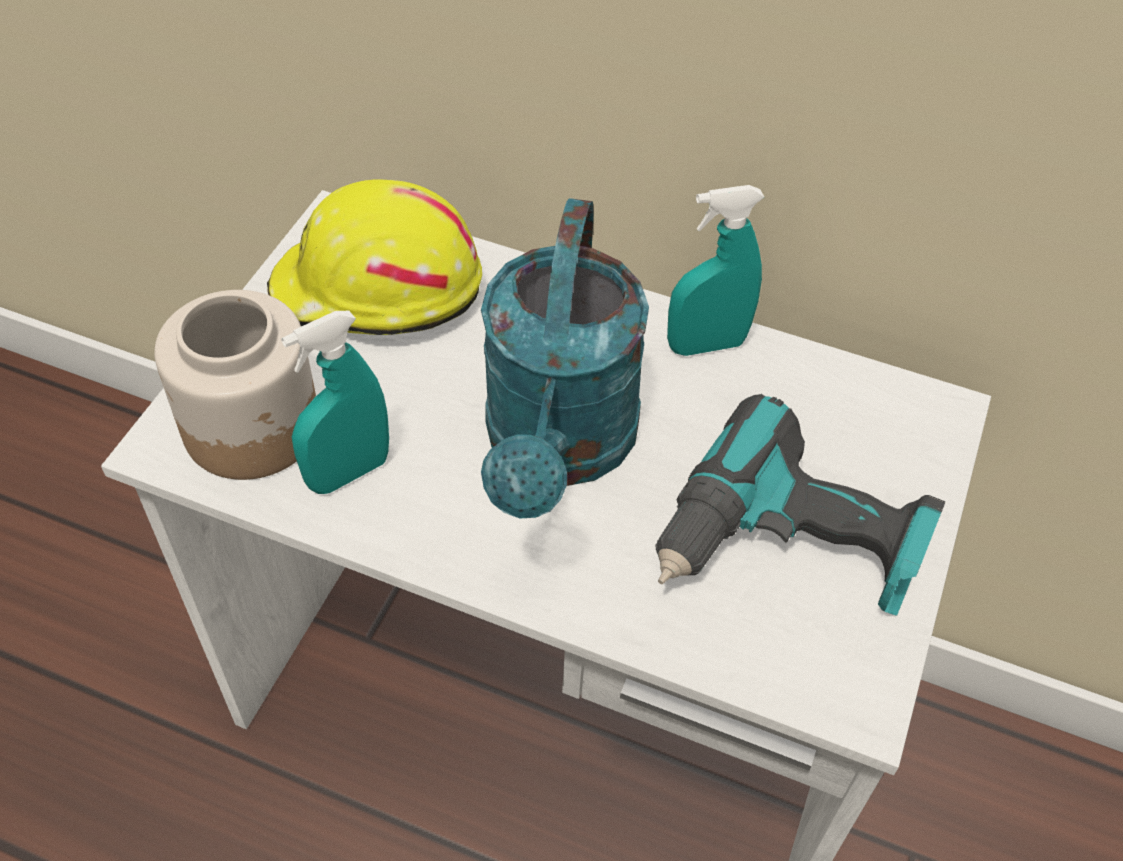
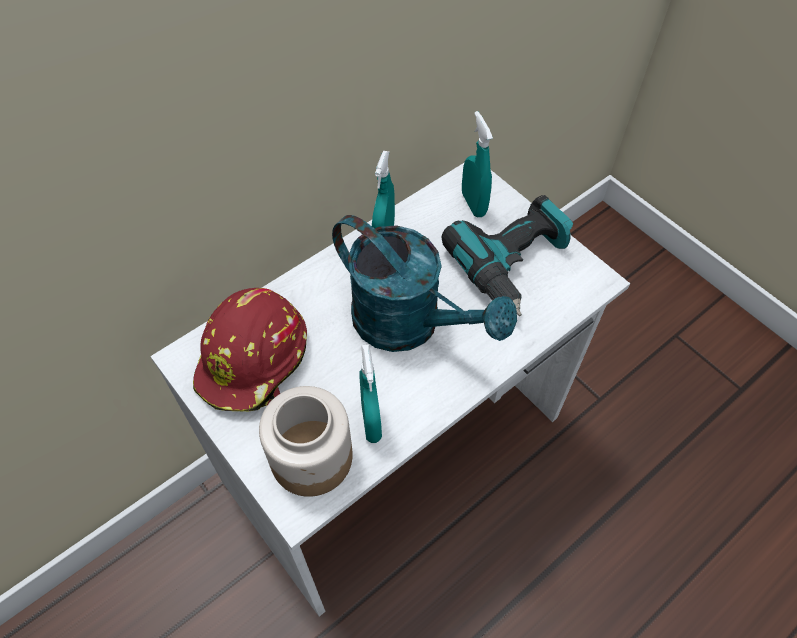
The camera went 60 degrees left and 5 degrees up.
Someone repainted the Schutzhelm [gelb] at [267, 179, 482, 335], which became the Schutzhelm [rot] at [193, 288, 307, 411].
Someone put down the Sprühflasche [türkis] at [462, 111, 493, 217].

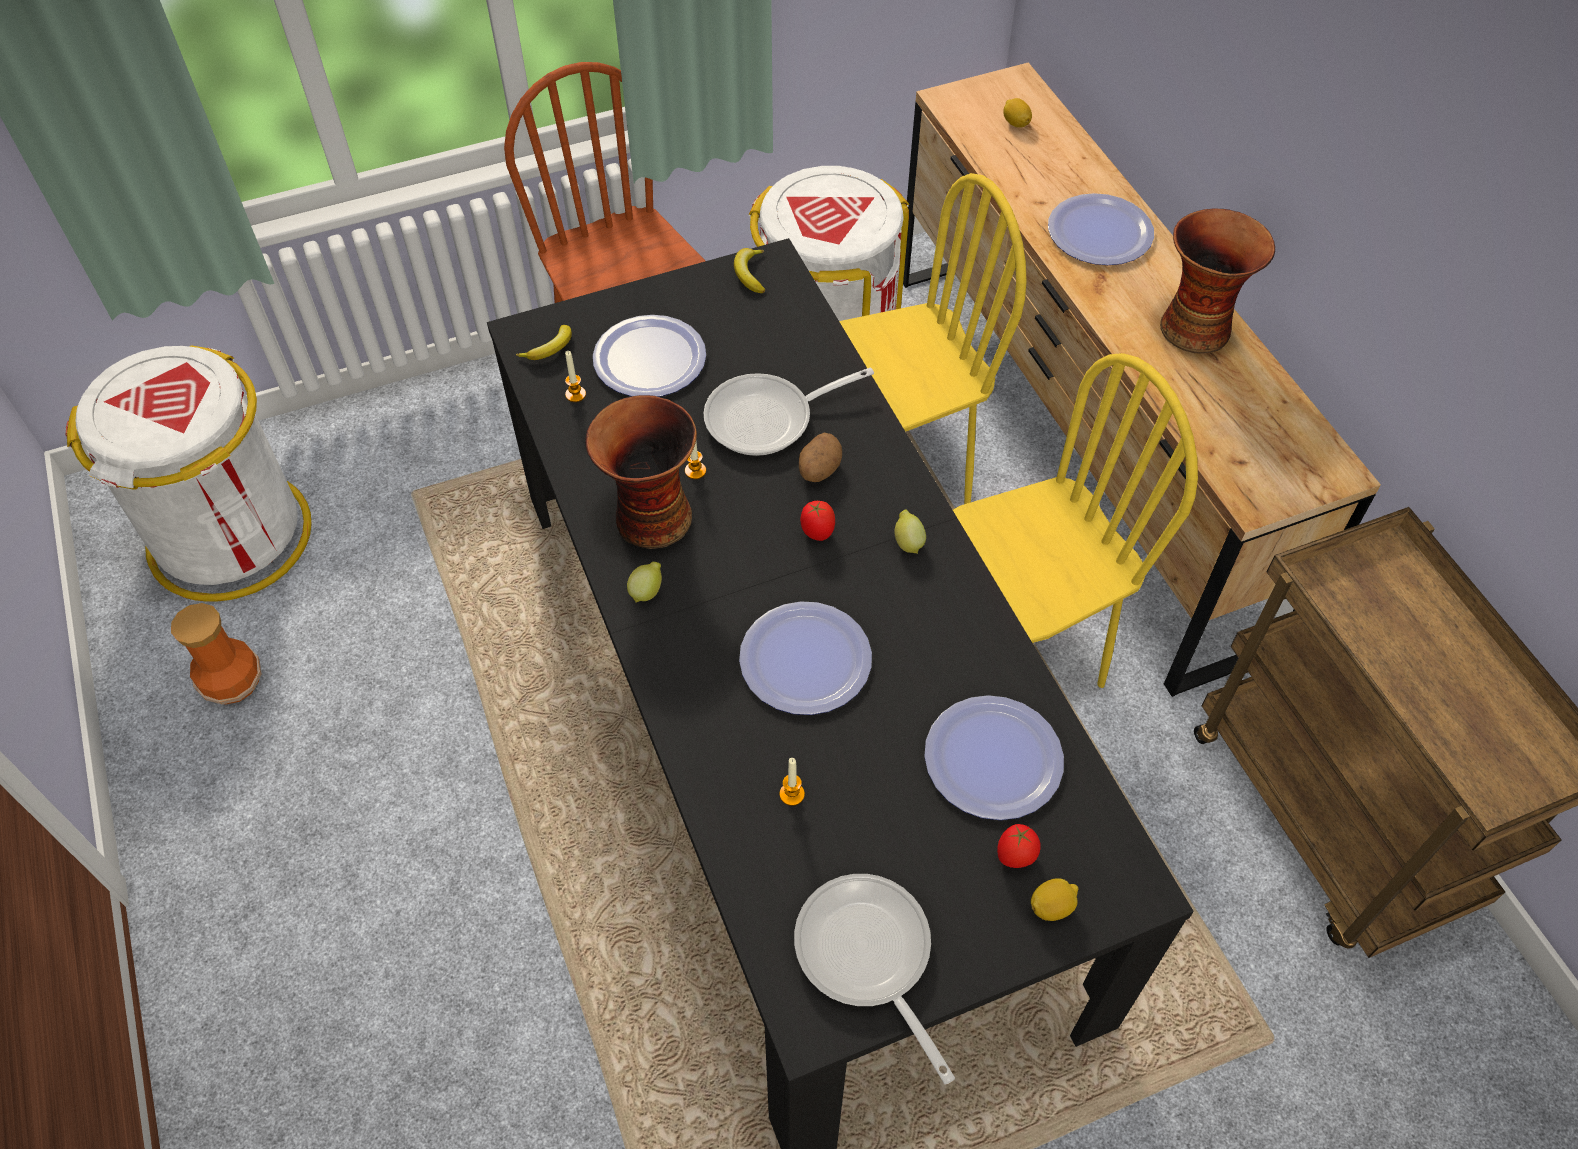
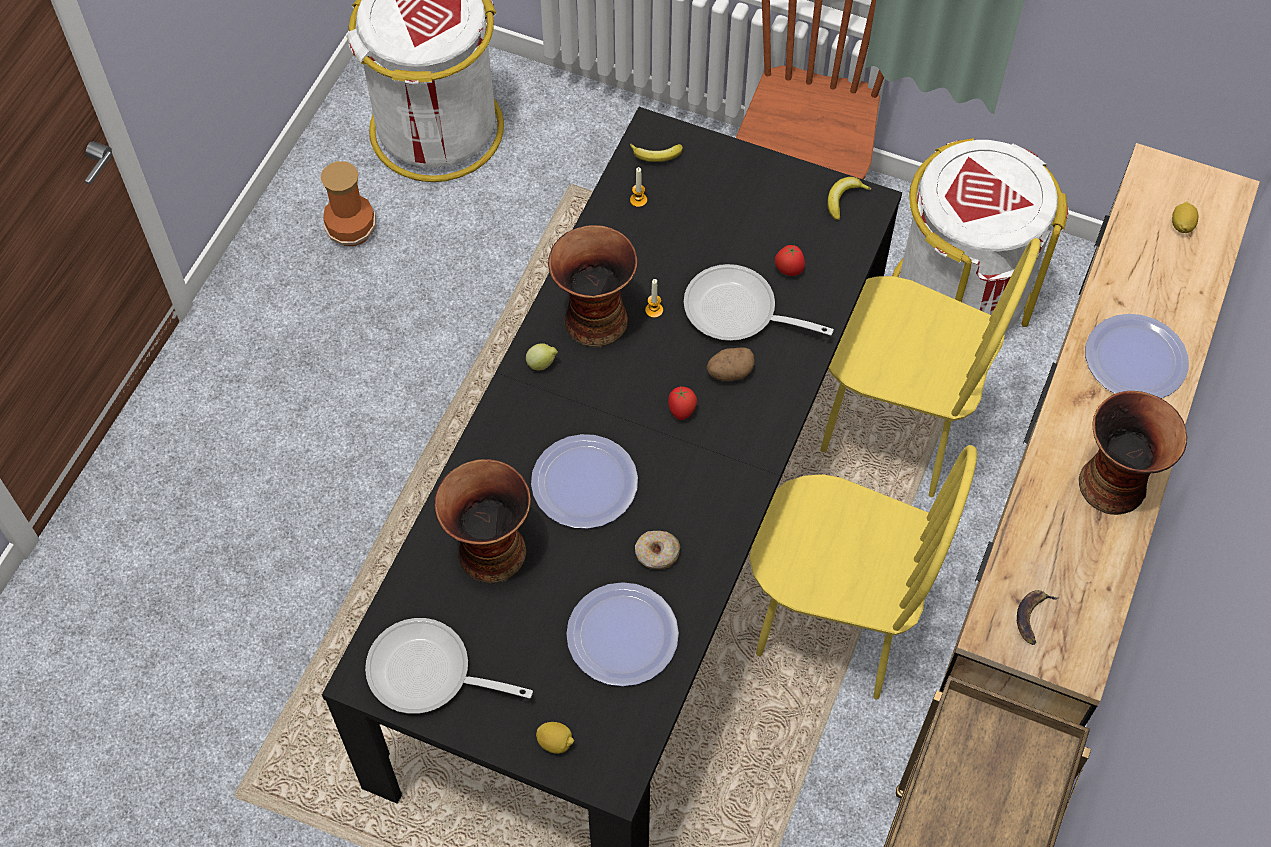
The camera went 45 degrees right and 5 degrees up.
Someone took away the Teller at [593, 315, 706, 397].
Someone took away the Zitrone at [894, 510, 926, 554].
Someone swapped the Kerze at [780, 758, 805, 806] for the Vase at [434, 459, 531, 583].
Someone carried the Tomate from [997, 824, 1041, 868] to [775, 245, 805, 276].
Someone rotated the Pfanne at [794, 874, 955, 1084] by 90 degrees counterclockwise.
Someone put down the Donut at [635, 531, 680, 569].
Someone put down the Banane at [1017, 590, 1058, 645].

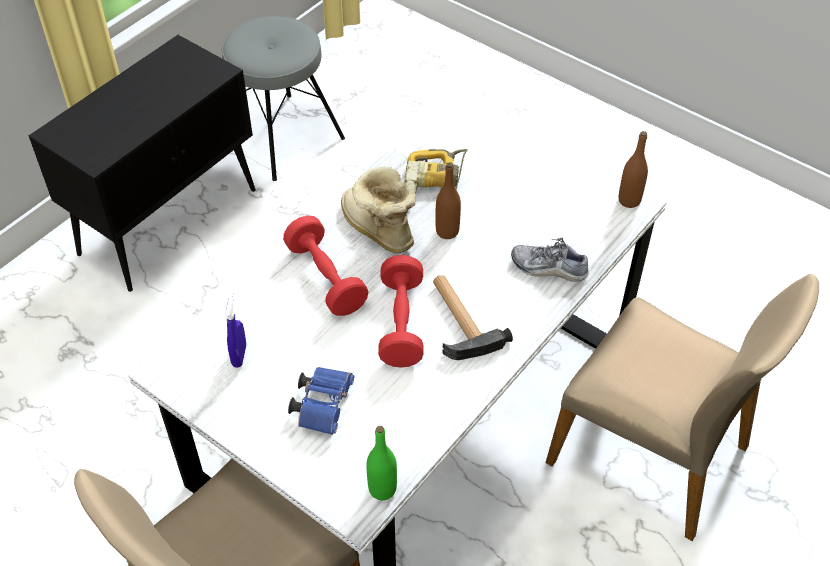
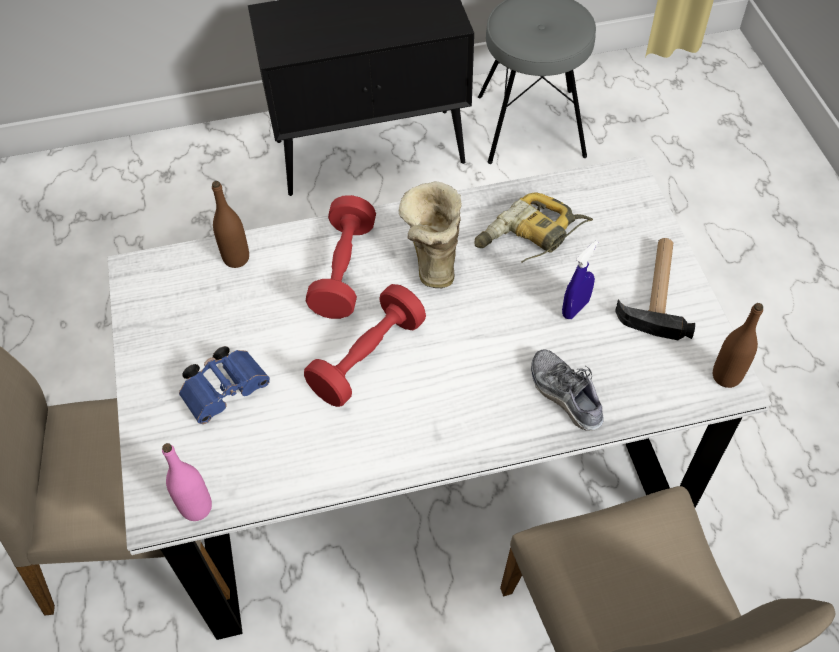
The camera went 40 degrees right and 5 degrees up.
Someone carried the Flasche [braun] from [435, 162, 461, 239] to [212, 181, 249, 268].
Someone carried the Hammer from [433, 275, 513, 360] to [615, 238, 695, 340].
Someone carried the Sprühflasche [blau] from [225, 293, 246, 368] to [562, 240, 598, 319].
Someone repainted the Flasche [grün] at [366, 426, 397, 500], which became the Flasche [rosa] at [162, 443, 212, 521].

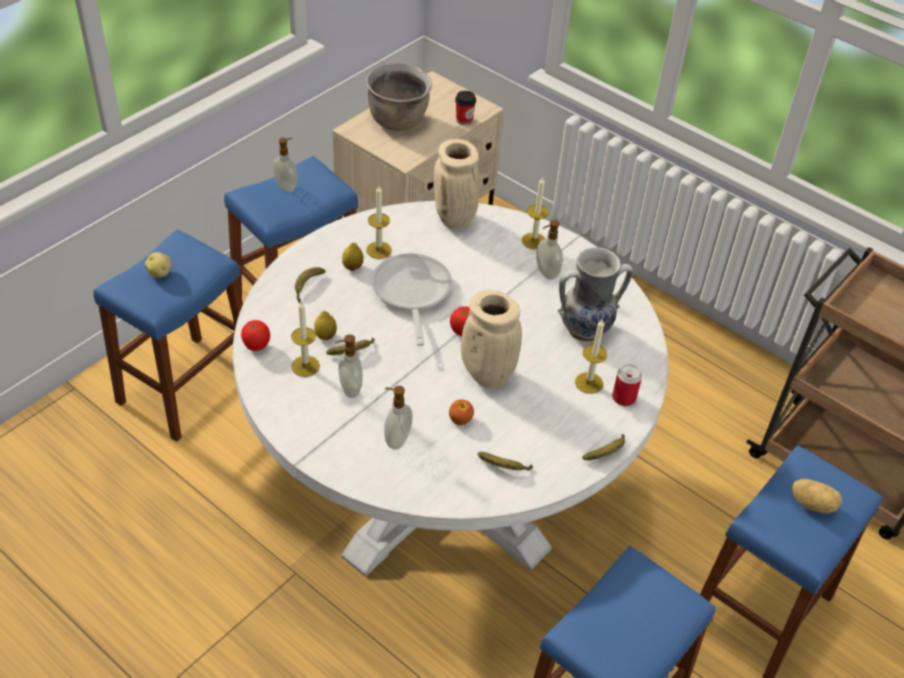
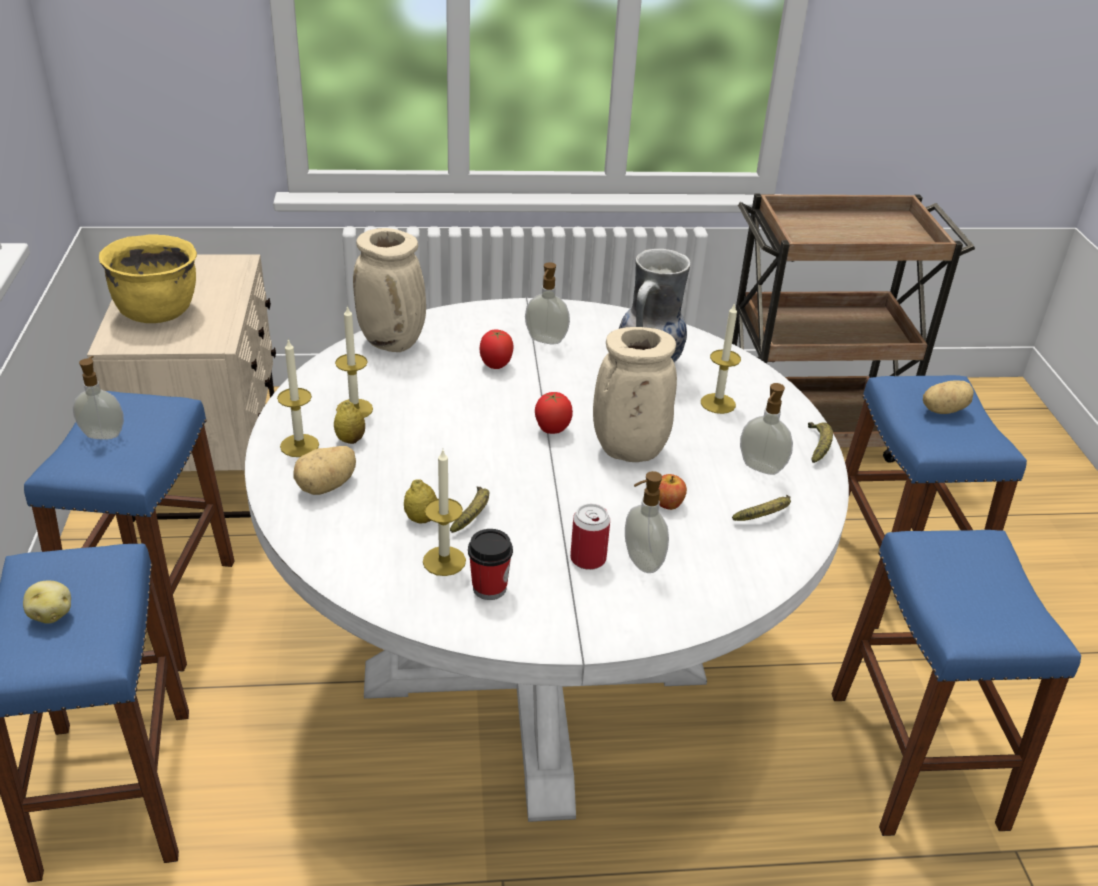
The camera went 45 degrees left and 10 degrees down.
Someone repainted the Kochtopf [braun] at [366, 63, 432, 131], which became the Kochtopf [gelb] at [99, 234, 197, 323].
Someone carried the Tasse from [455, 91, 476, 125] to [468, 529, 513, 600].
Someone carried the Kerze from [522, 177, 549, 250] to [277, 338, 319, 457].
Someone took away the Pfanne at [371, 253, 452, 346].
Someone swapped the Banane at [295, 267, 326, 303] for the Kartoffel at [293, 446, 356, 495].
Someone carried the Tomate from [241, 320, 270, 351] to [480, 330, 514, 369].
Someone carried the Seifenspender from [335, 334, 363, 398] to [740, 383, 793, 475].
Someone carried the Dose from [612, 364, 642, 406] to [570, 504, 610, 570].

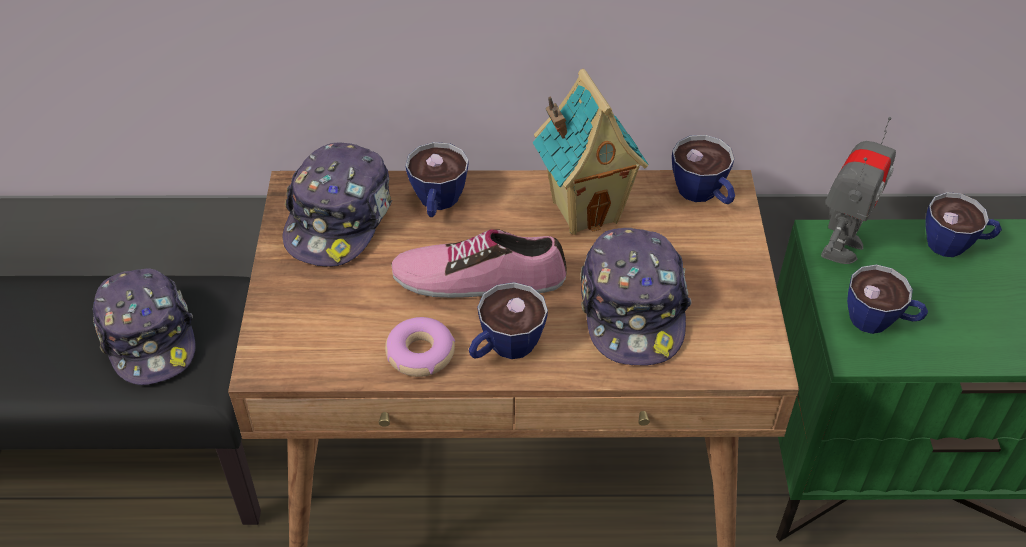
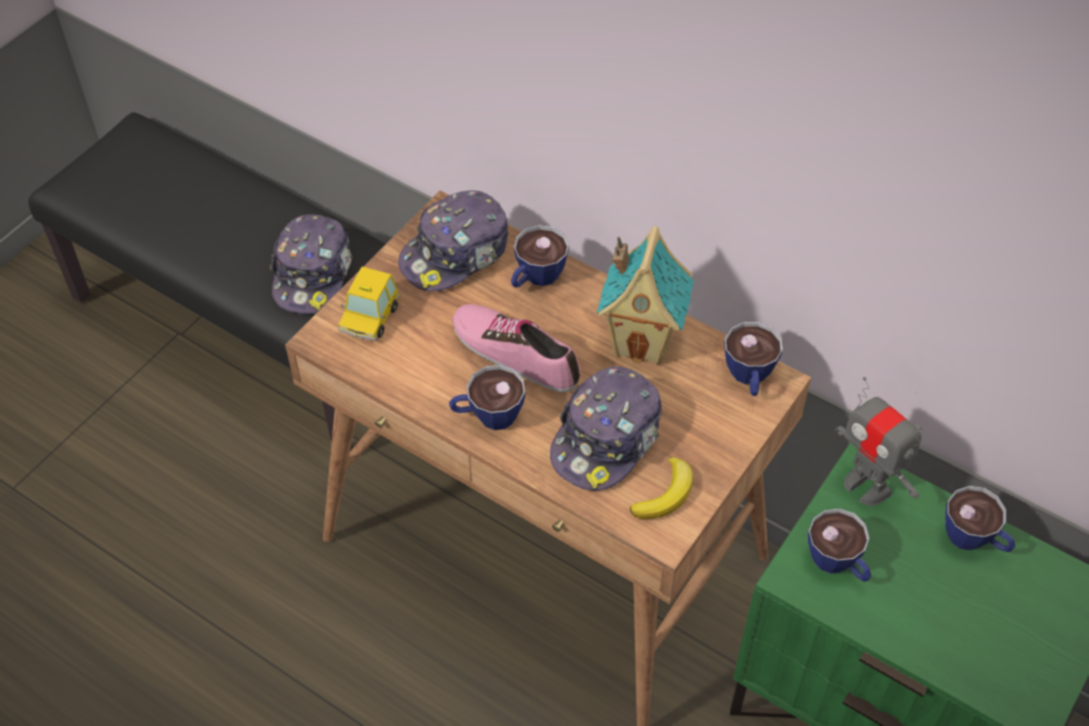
The camera went 35 degrees right and 5 degrees up.
Someone rotated the Spielzeugroboter at [821, 117, 896, 264] by 75 degrees clockwise.
Someone took away the Donut at [385, 317, 455, 377].
Someone put down the Spielzeugauto at [338, 267, 400, 341].
Someone put down the Banane at [630, 457, 693, 519].

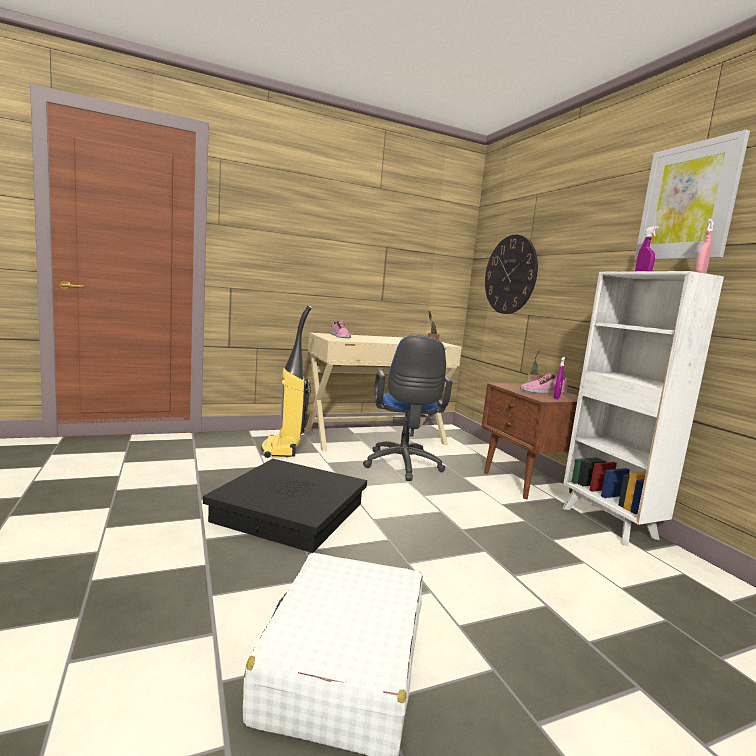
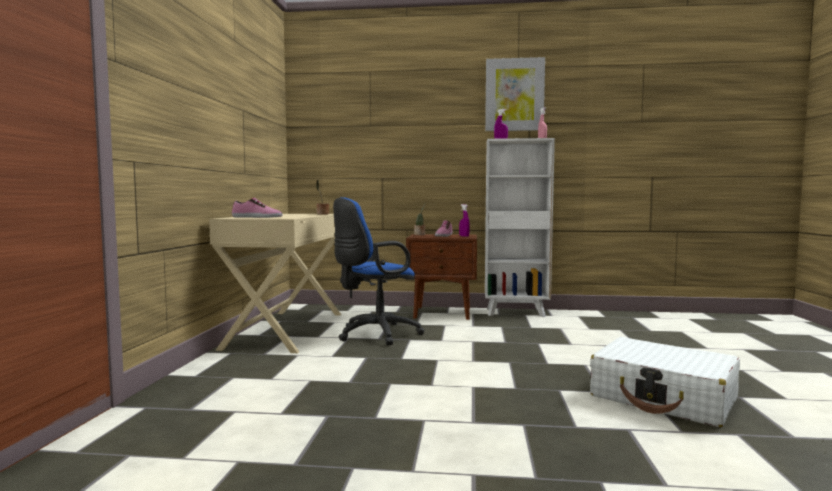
The camera went 60 degrees left and 5 degrees down.
Someone took away the Wanduhr at [485, 235, 538, 314].
Someone took away the Staubsauger at [261, 305, 312, 458].
Someone rotated the Bürostuhl [blau] at [363, 335, 452, 481] by 120 degrees clockwise.
Someone took away the Aufbewahrungsbox [schwarz] at [203, 459, 367, 553].

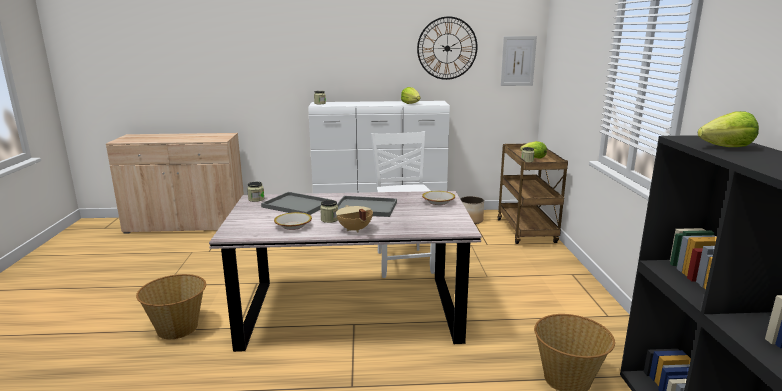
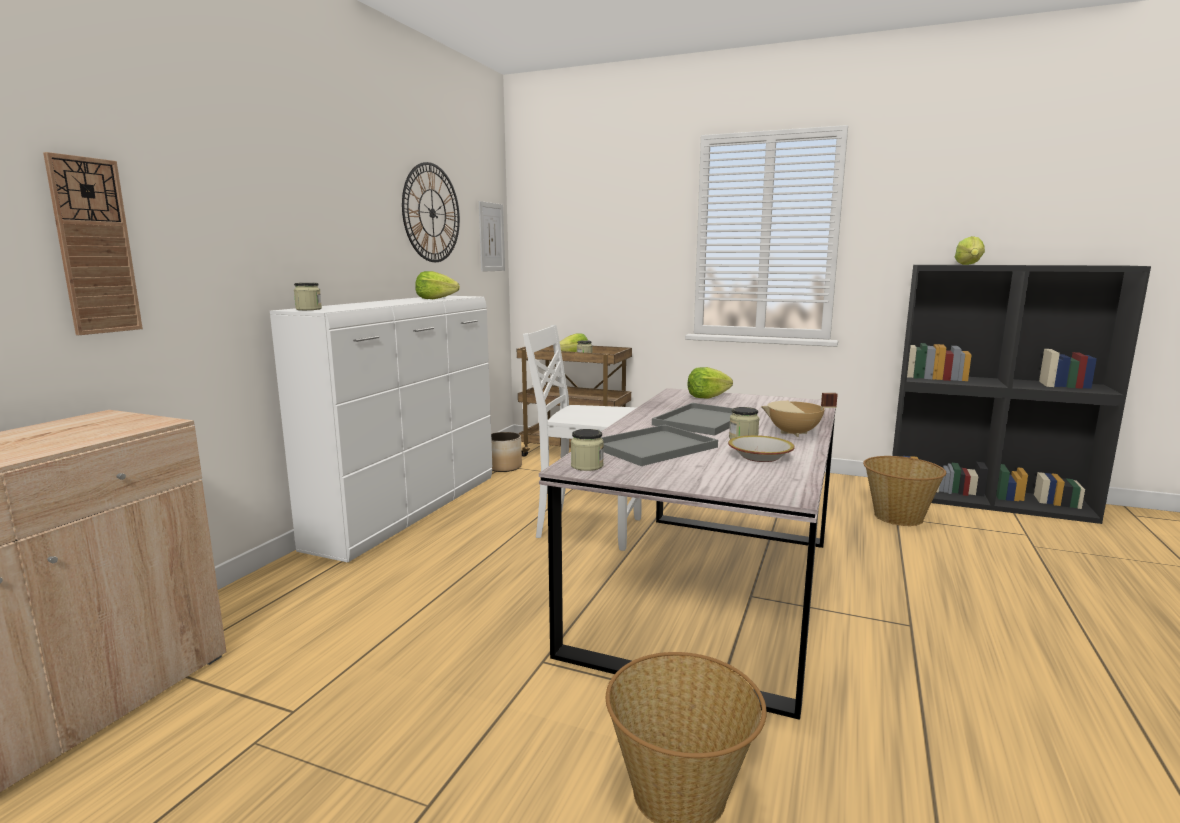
The camera went 65 degrees left and 5 degrees down.
Someone swapped the Schüssel at [422, 191, 455, 205] for the Salatkopf at [687, 367, 733, 399].
Someone put up the Wanduhr at [43, 152, 143, 335].

